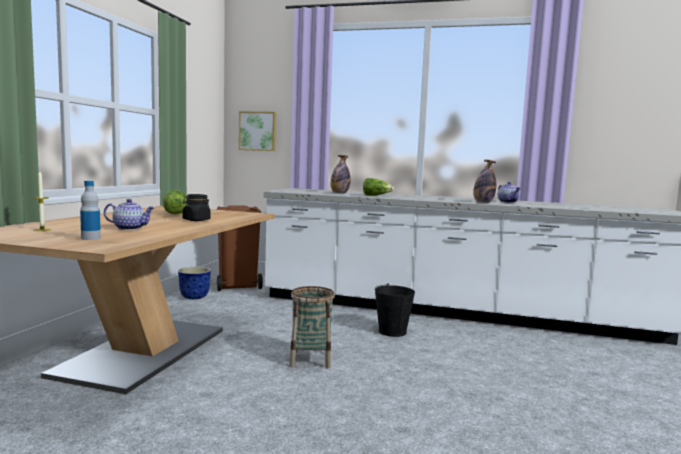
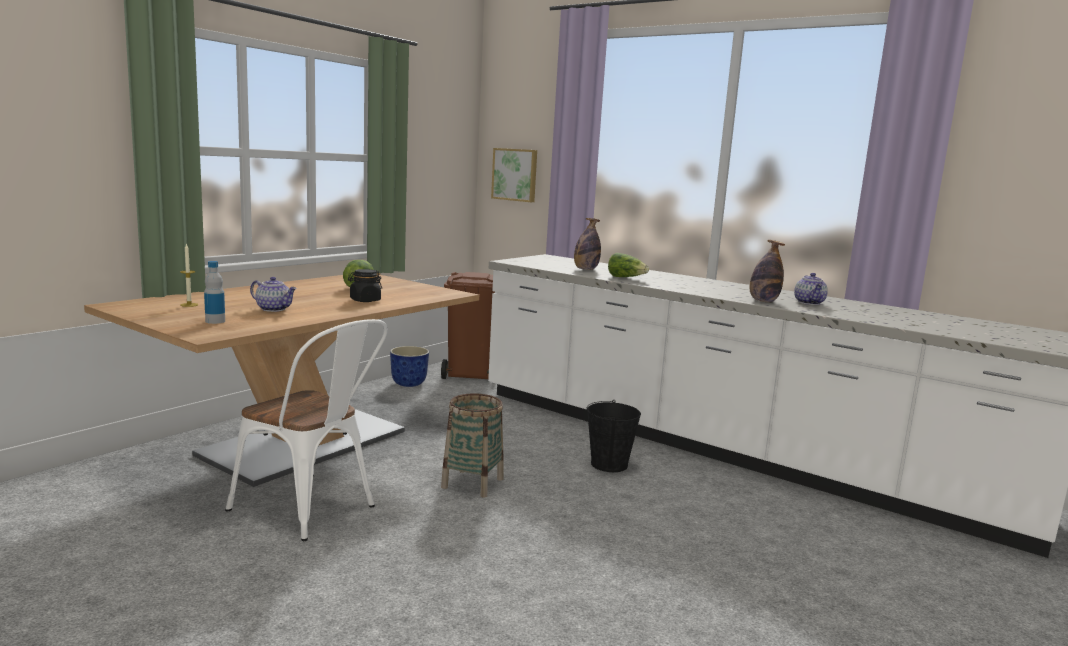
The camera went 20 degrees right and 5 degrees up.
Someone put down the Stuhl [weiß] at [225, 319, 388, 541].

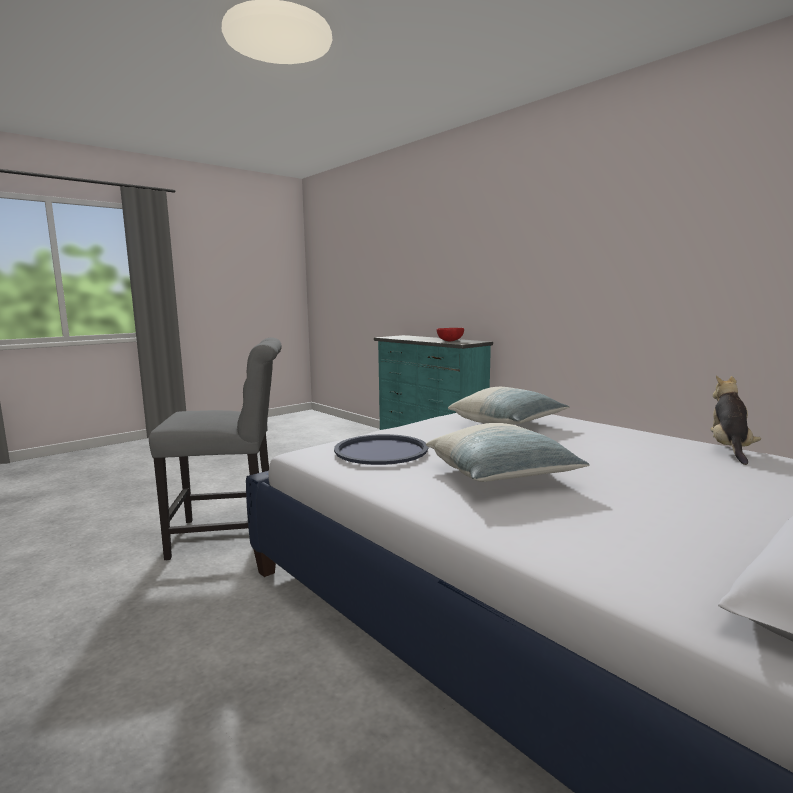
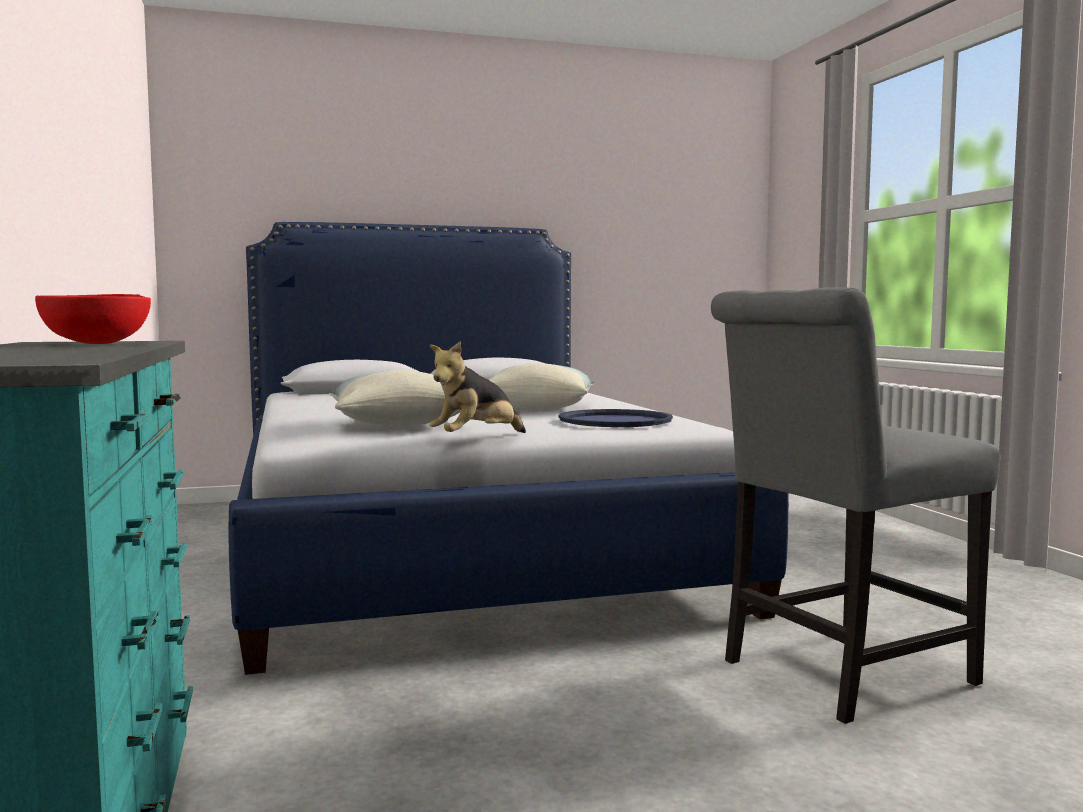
The camera went 155 degrees left and 5 degrees down.
Someone rotated the Stuhl [grau] at [149, 338, 282, 561] by 45 degrees counterclockwise.
Someone carried the Plüschtier from [710, 375, 761, 465] to [429, 341, 526, 433].

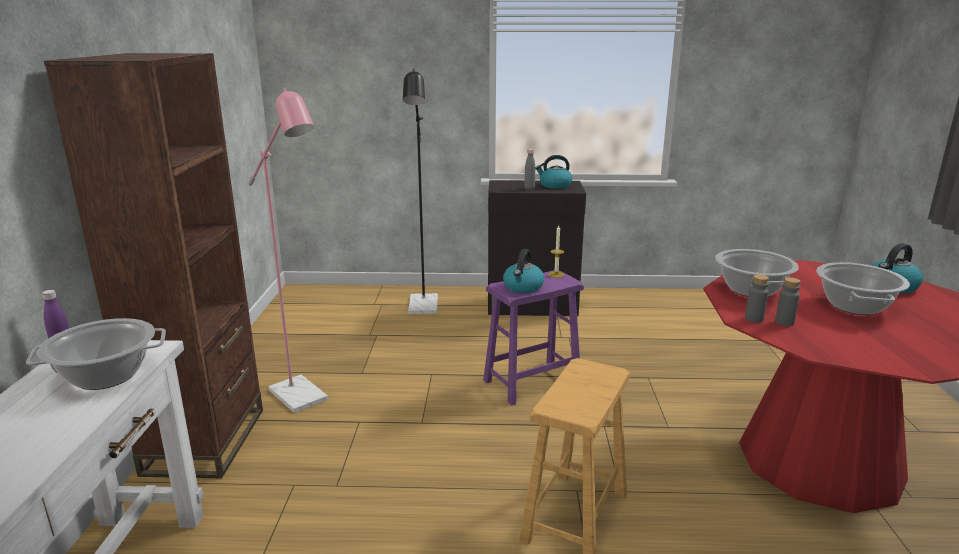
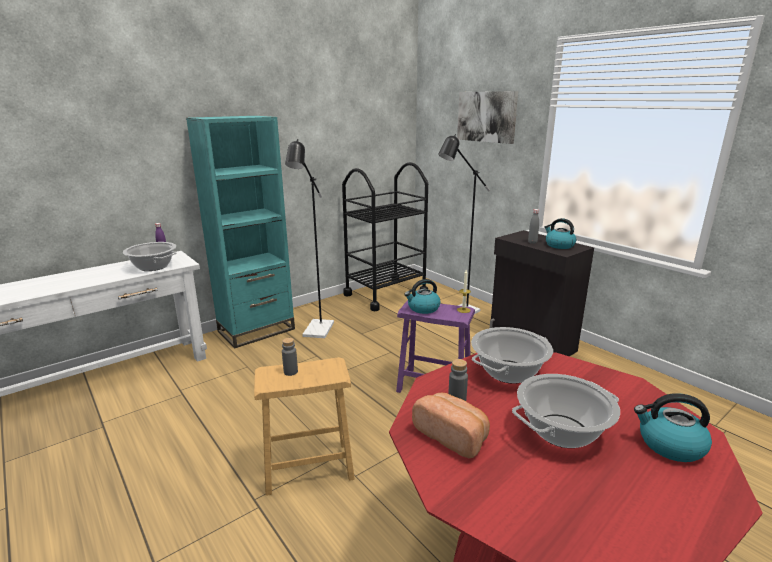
The camera went 50 degrees right and 0 degrees up.
Someone repainted the Bücherregal [braun] at [44, 53, 263, 478], which became the Bücherregal [türkis] at [186, 116, 295, 348].
Someone repainted the Stehlampe [rosa] at [248, 88, 328, 413], which became the Stehlampe [schwarz] at [285, 139, 334, 338].
Someone carried the Flasche [grau] from [745, 275, 769, 323] to [282, 338, 298, 376].
Someone put up the Bild at [457, 91, 518, 144].
Someone put down the Rollwagen [schwarz] at [342, 162, 428, 311].
Someone put down the Brot at [412, 393, 490, 458].

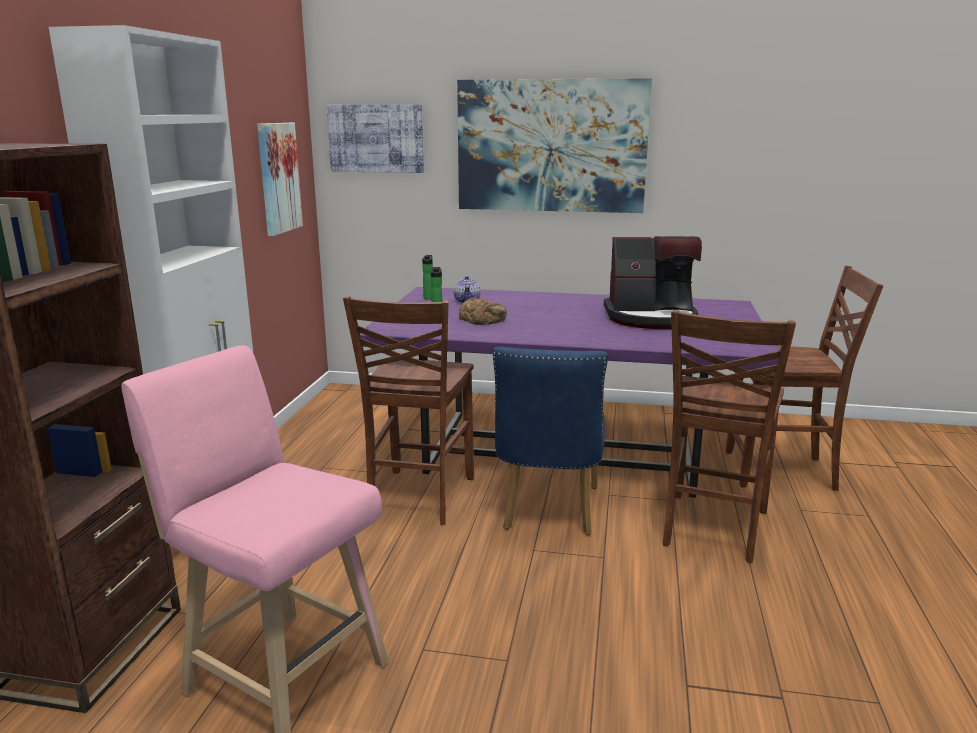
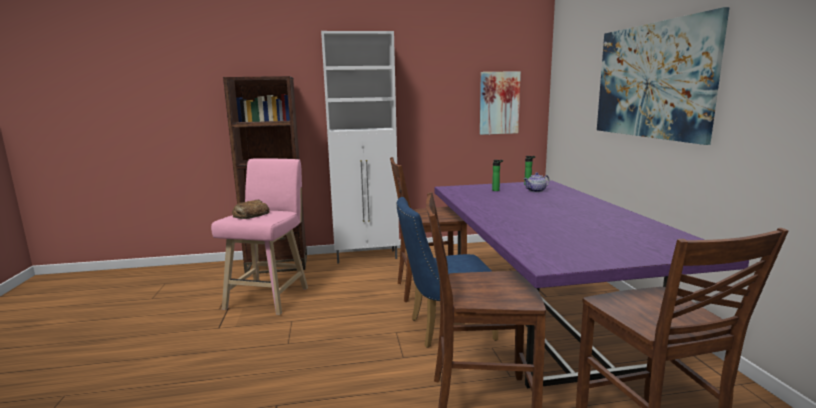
The camera went 70 degrees right and 5 degrees down.
Someone took away the Bild at [326, 104, 424, 173].
Someone took away the Kaffeemaschine at [604, 236, 702, 329].
Someone carried the Brot from [459, 297, 507, 325] to [232, 200, 270, 219].

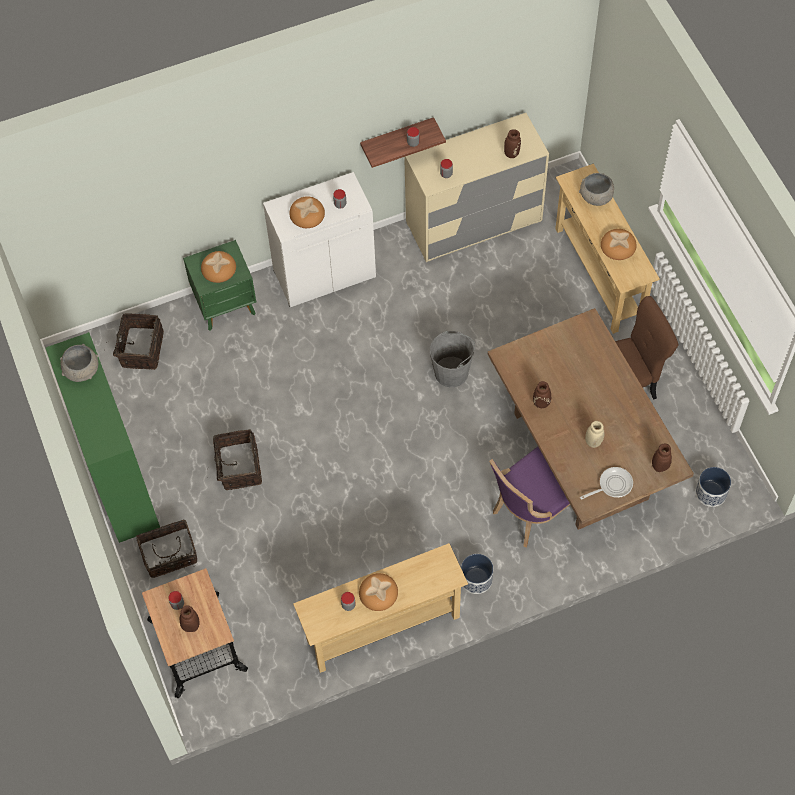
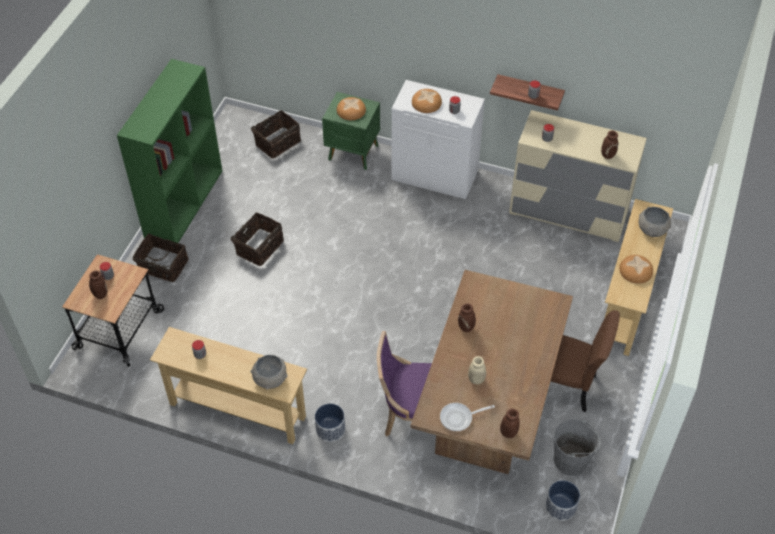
The camera went 40 degrees right and 10 degrees down.
Someone carried the Eimer [grau] from [430, 331, 475, 387] to [554, 419, 601, 476].
Someone carried the Schüssel [grau] from [60, 344, 98, 382] to [250, 355, 288, 390].
Someone rotated the Pfanne at [580, 467, 633, 500] by 150 degrees clockwise.
Someone took away the Brot at [359, 573, 398, 611].

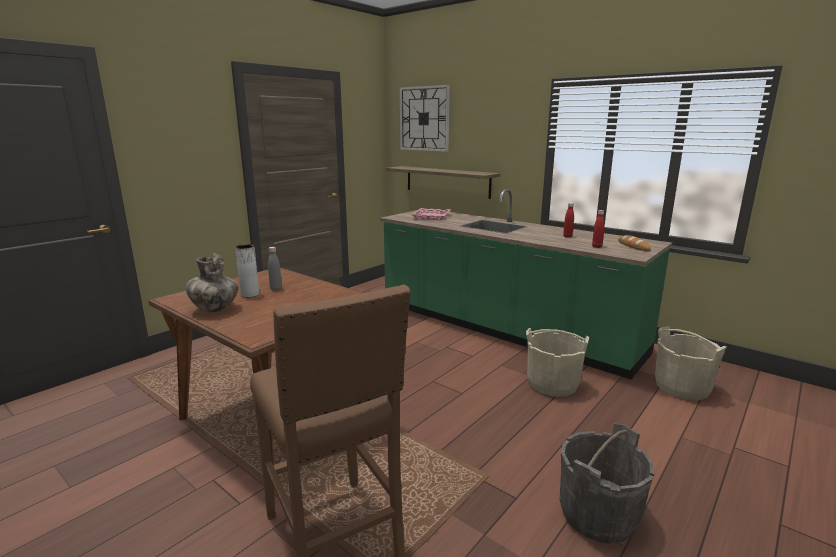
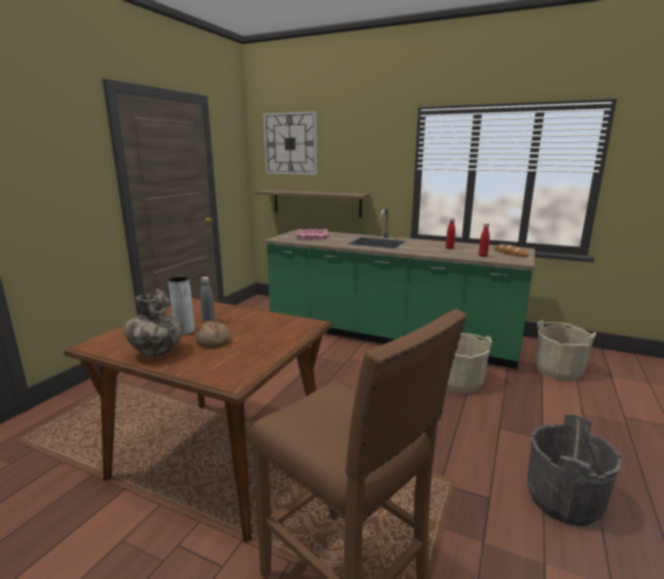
The camera went 15 degrees left and 0 degrees up.
Someone put down the Brot at [195, 320, 231, 348].

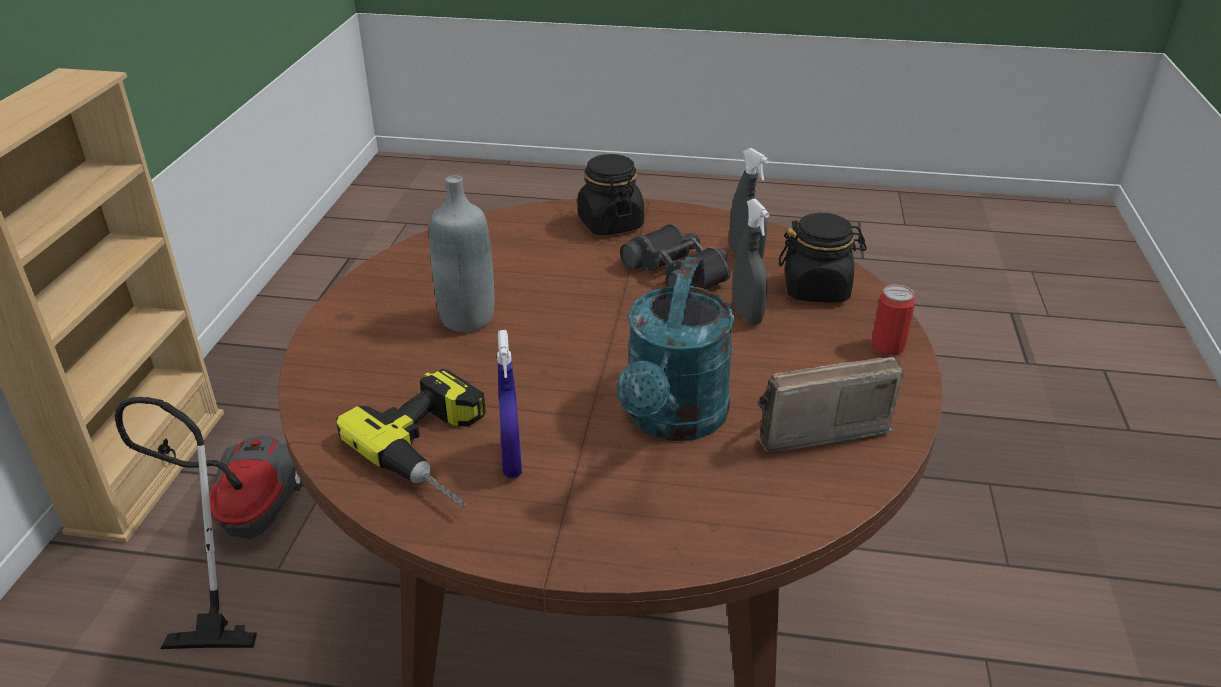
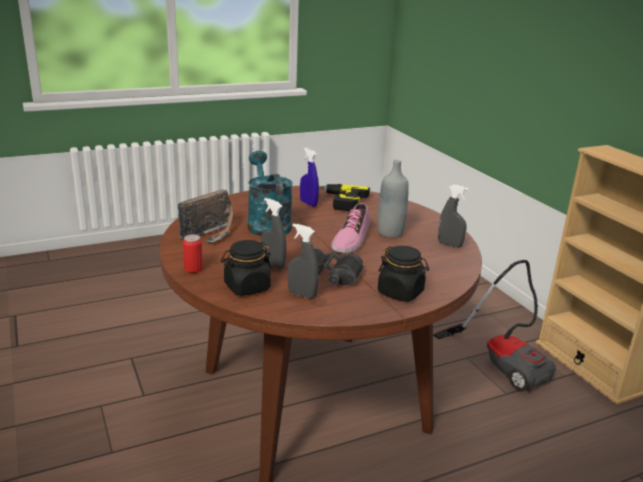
The camera went 145 degrees right and 10 degrees down.
Someone put down the Sprühflasche [grau] at [438, 184, 469, 248].
Someone put down the Schuh at [331, 203, 369, 253].

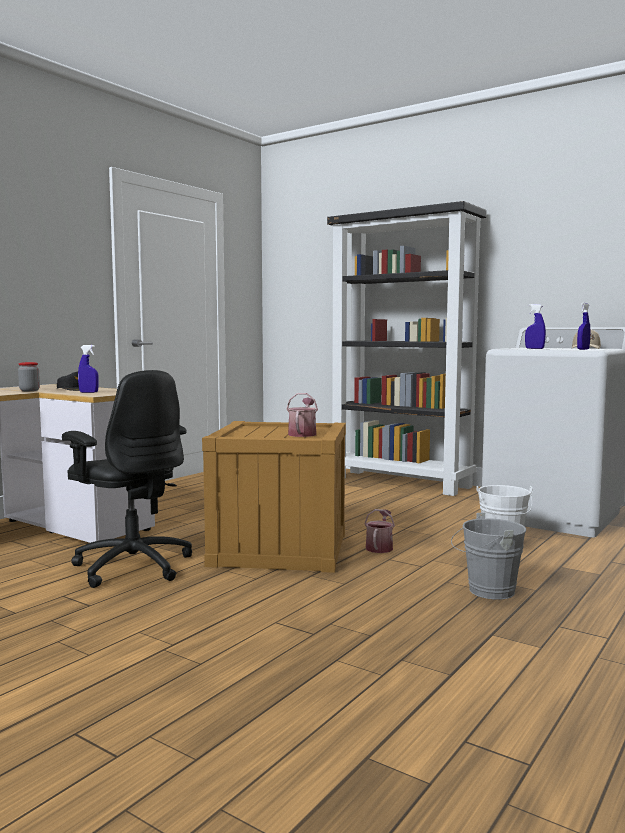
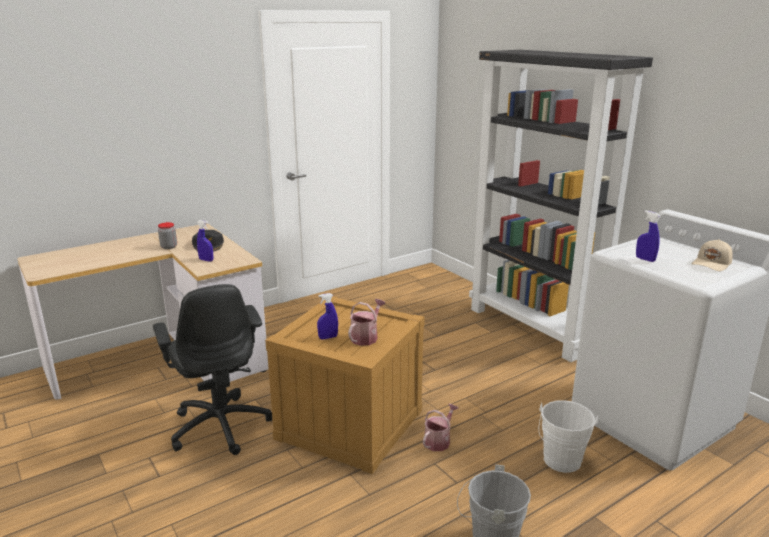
The camera went 20 degrees right and 15 degrees up.
Someone carried the Sprühflasche [blau] from [577, 303, 590, 350] to [317, 293, 338, 339].

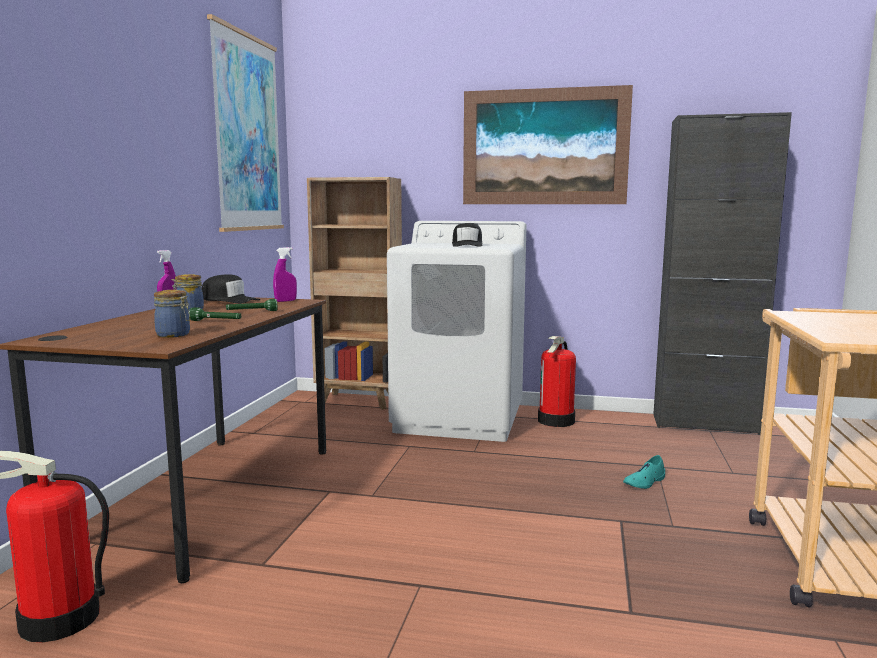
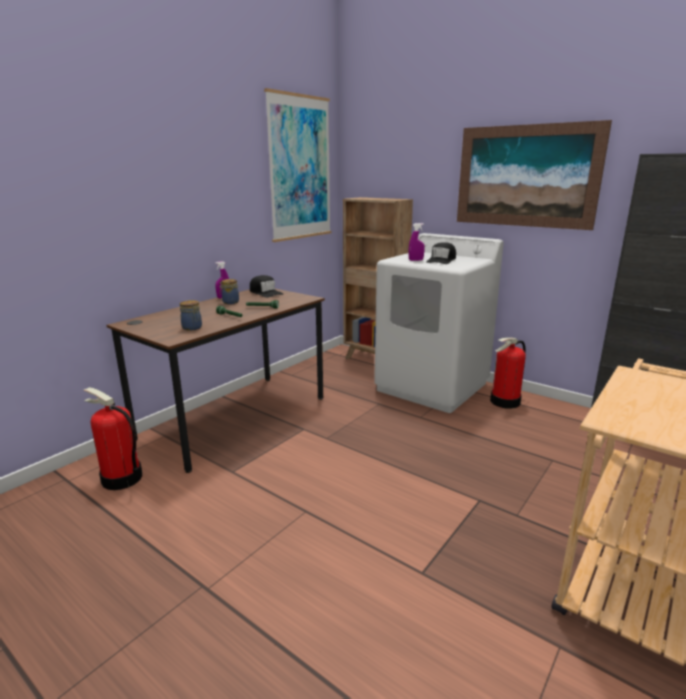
The camera went 25 degrees right and 10 degrees up.
Someone carried the Sprühflasche [lila] from [273, 247, 297, 302] to [409, 223, 425, 261].
Someone took away the Schuh [türkis] at [623, 455, 665, 489].

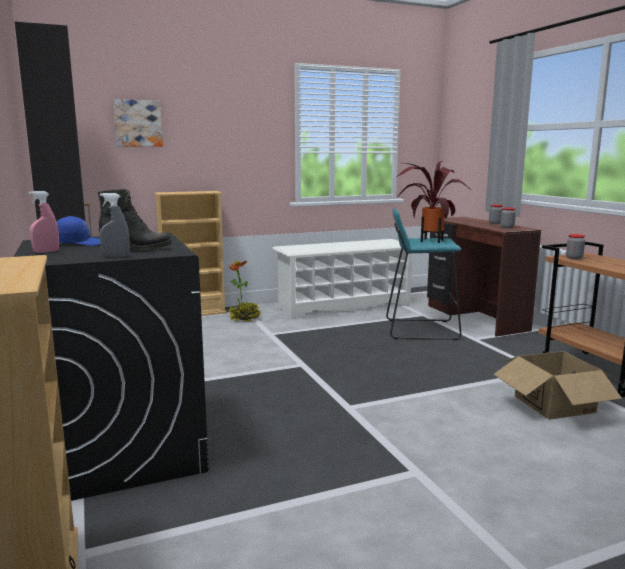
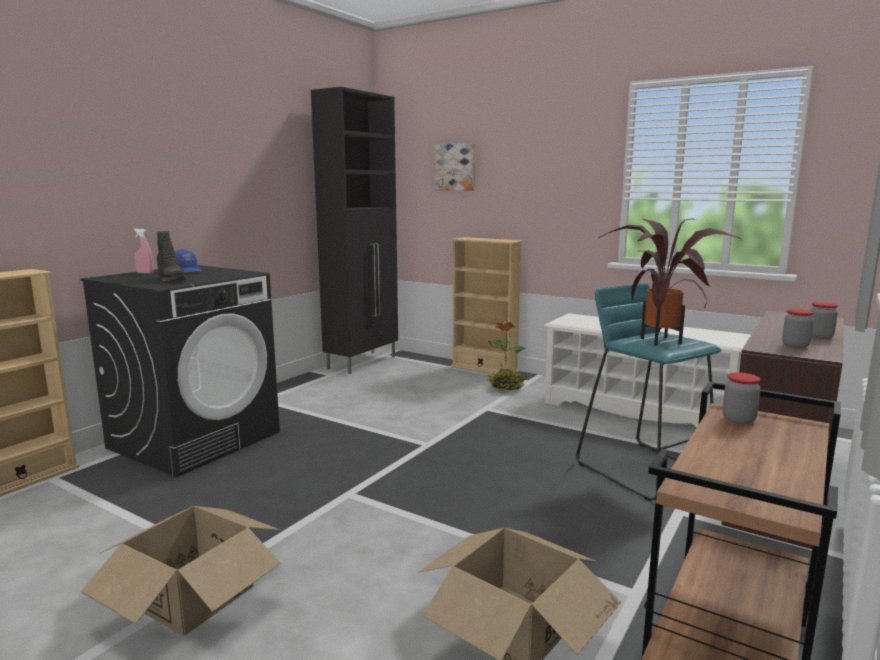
The camera went 55 degrees right and 0 degrees up.
Someone took away the Sprühflasche [grau] at [99, 193, 130, 257].
Someone put down the Karton at [81, 506, 281, 636].

